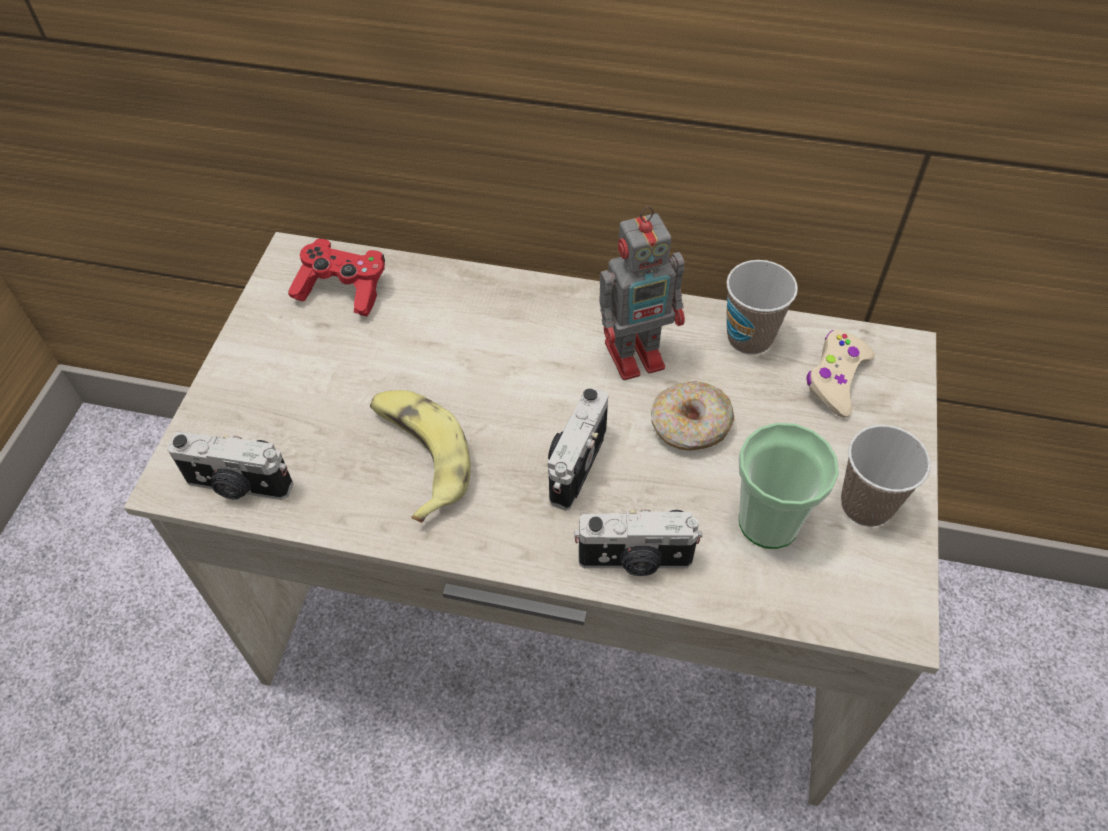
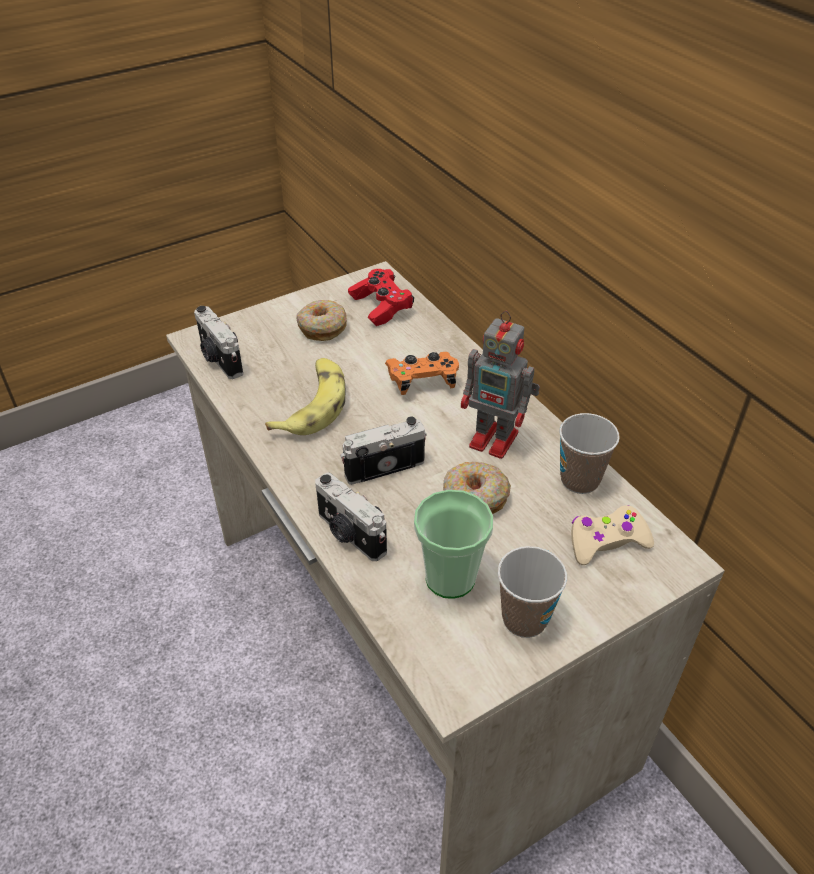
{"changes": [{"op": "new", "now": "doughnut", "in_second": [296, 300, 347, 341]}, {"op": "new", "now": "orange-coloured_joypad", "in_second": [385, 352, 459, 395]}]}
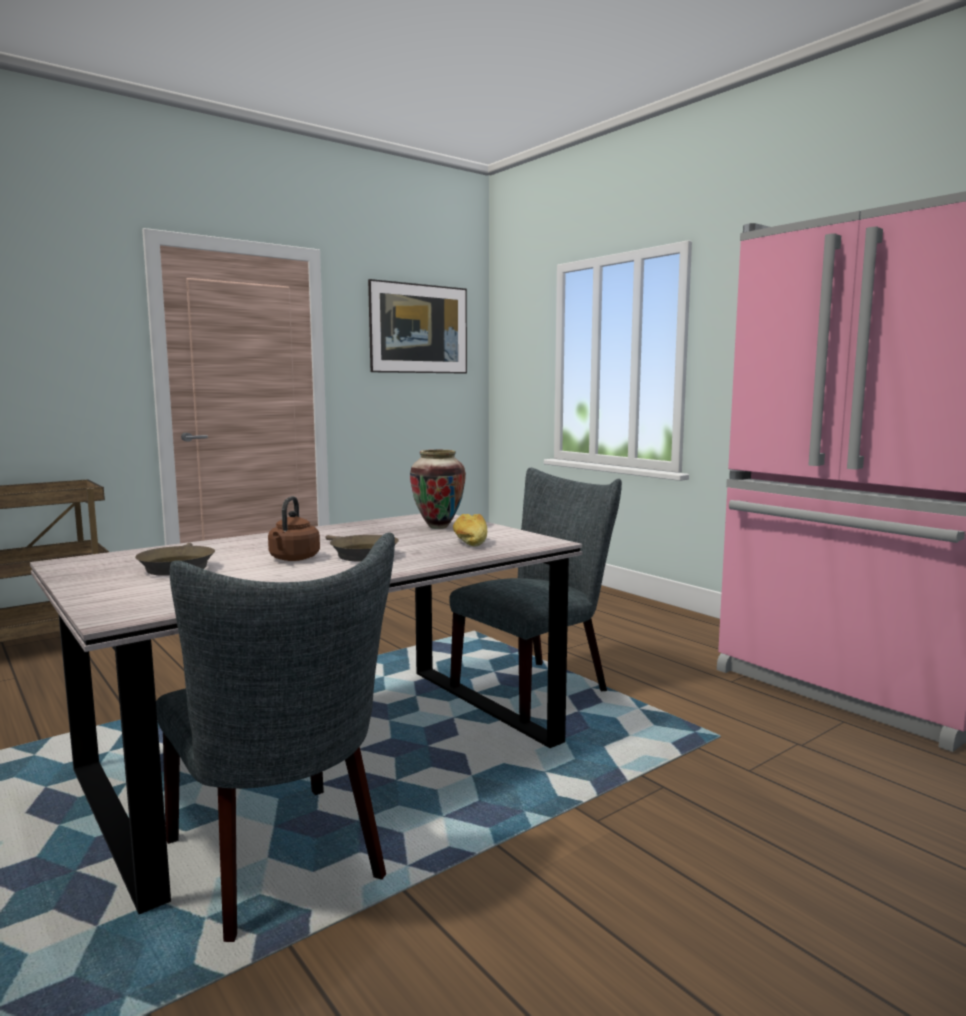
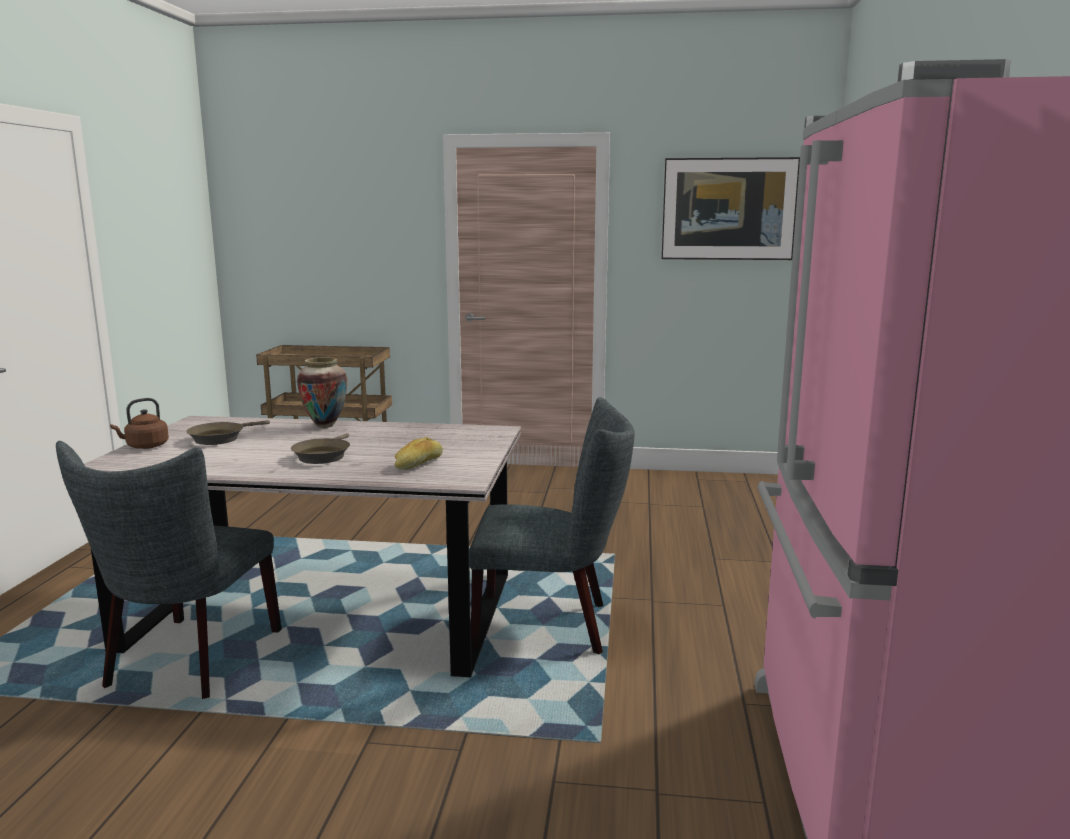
{"changes": [{"op": "shifted", "was": "brownish_tea_kettle", "in_first": [268, 496, 320, 561], "in_second": [110, 398, 169, 449]}, {"op": "shifted", "was": "vase", "in_first": [410, 450, 466, 529], "in_second": [297, 357, 347, 428]}]}
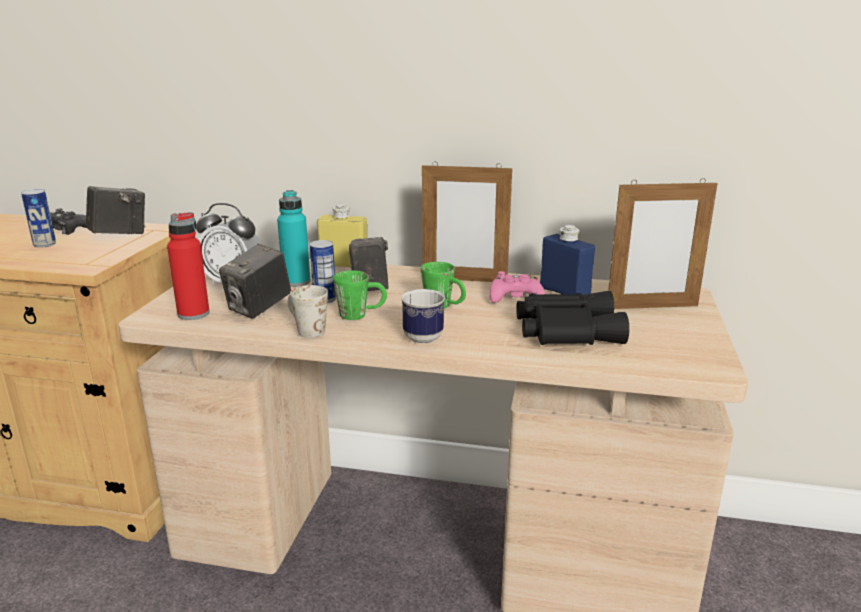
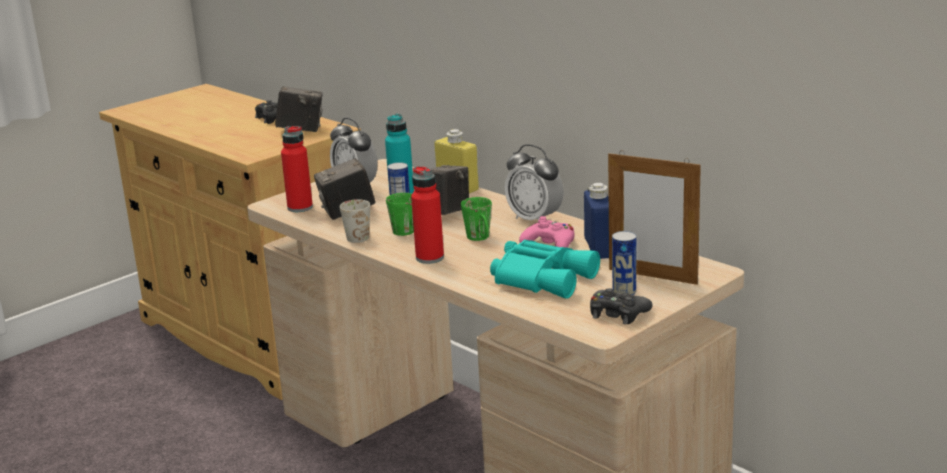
{"changes": [{"op": "swapped", "was": "coffee_mug", "now": "reddish_bottle", "in_first": [401, 289, 445, 344], "in_second": [411, 166, 444, 264]}, {"op": "repainted", "was": "black-coloured_field_glasses", "now": "turquoise-coloured_field_glasses", "in_first": [516, 291, 629, 345], "in_second": [490, 240, 600, 299]}, {"op": "swapped", "was": "photo_frame", "now": "bedside_clock", "in_first": [422, 161, 512, 282], "in_second": [505, 144, 564, 220]}, {"op": "new", "now": "black-coloured_joypad", "in_second": [590, 288, 653, 324]}, {"op": "shifted", "was": "sealed_can", "in_first": [21, 189, 56, 248], "in_second": [612, 231, 636, 296]}]}
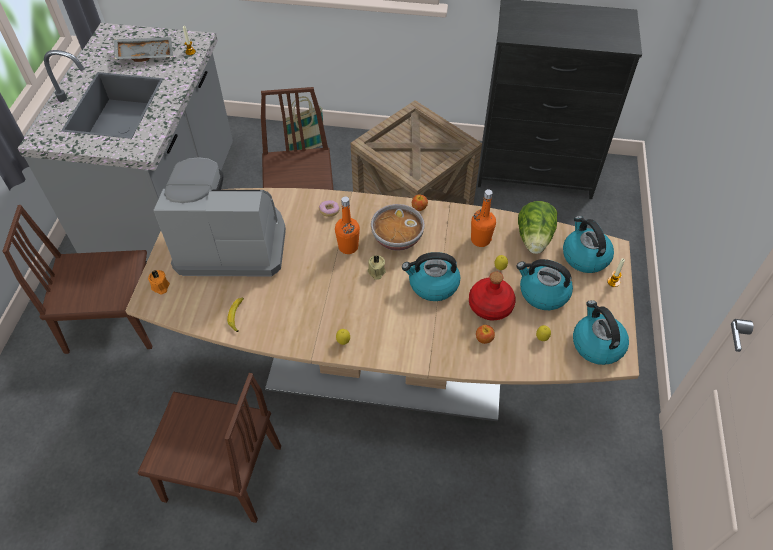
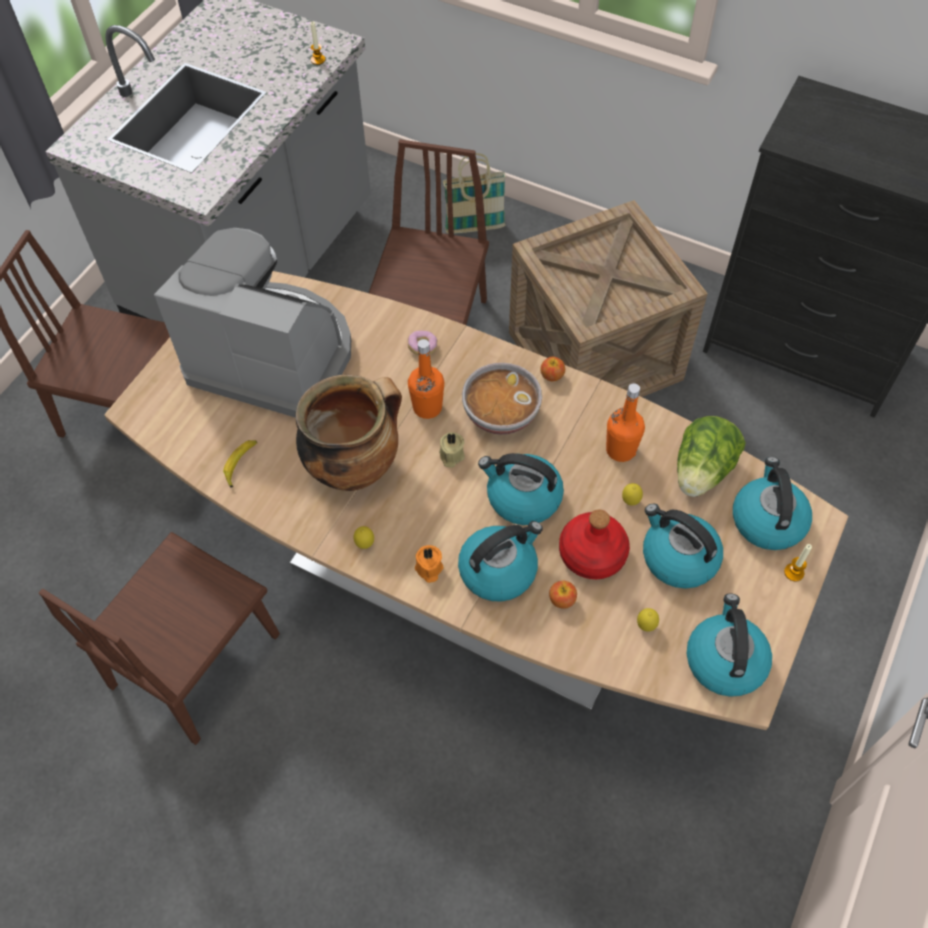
{"changes": [{"op": "rotated", "was": "brownish_plain_chair", "in_first": [137, 373, 281, 523], "in_second": [39, 532, 280, 745], "clockwise": 90}, {"op": "new", "now": "stockpot", "in_second": [295, 375, 402, 491]}, {"op": "shifted", "was": "orange-coloured_wax_light", "in_first": [148, 270, 170, 295], "in_second": [415, 545, 444, 583]}, {"op": "new", "now": "tea_kettle", "in_second": [458, 521, 543, 602]}, {"op": "gone", "was": "greyish_serving_tray", "in_first": [114, 37, 173, 62]}]}
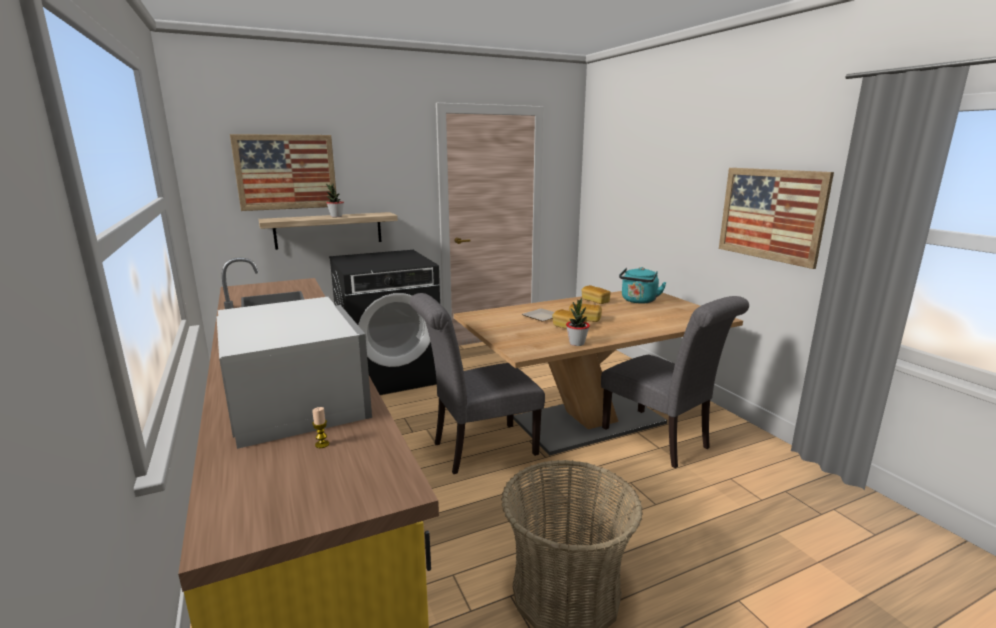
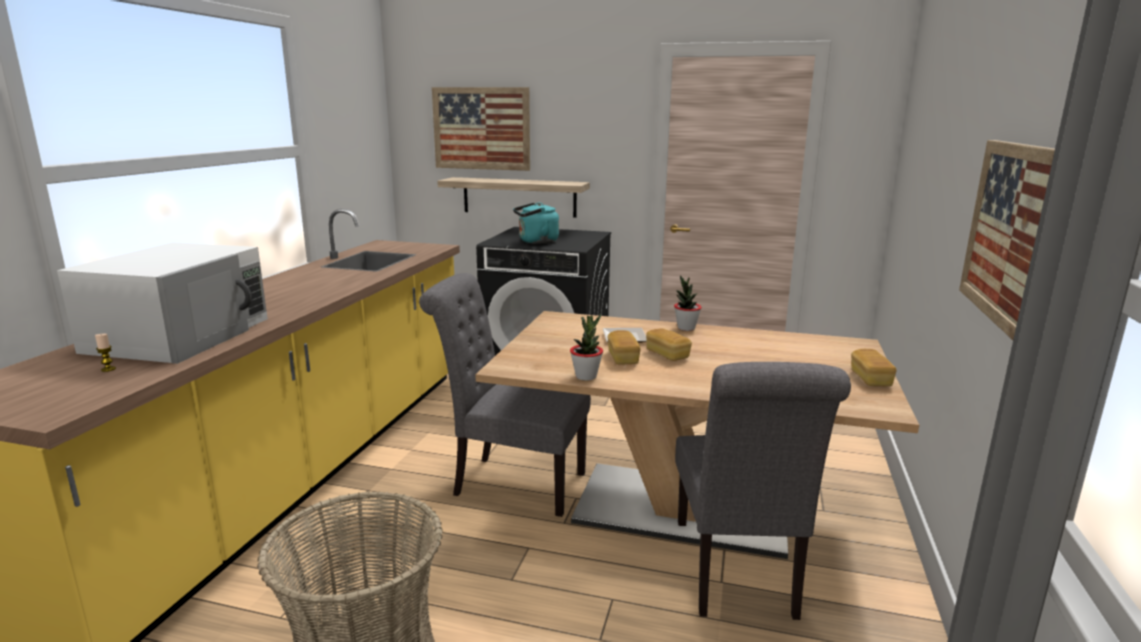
{"changes": [{"op": "shifted", "was": "turquoise-coloured_tea_kettle", "in_first": [619, 267, 667, 304], "in_second": [513, 202, 559, 244]}, {"op": "shifted", "was": "potted_plant", "in_first": [326, 183, 344, 217], "in_second": [674, 275, 702, 331]}, {"op": "shifted", "was": "bread", "in_first": [581, 285, 611, 304], "in_second": [851, 349, 897, 386]}]}
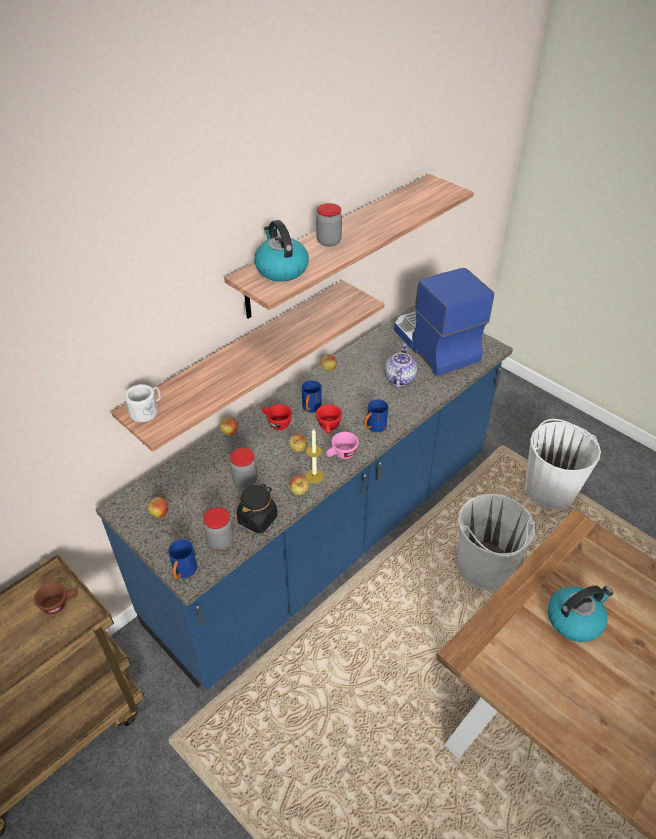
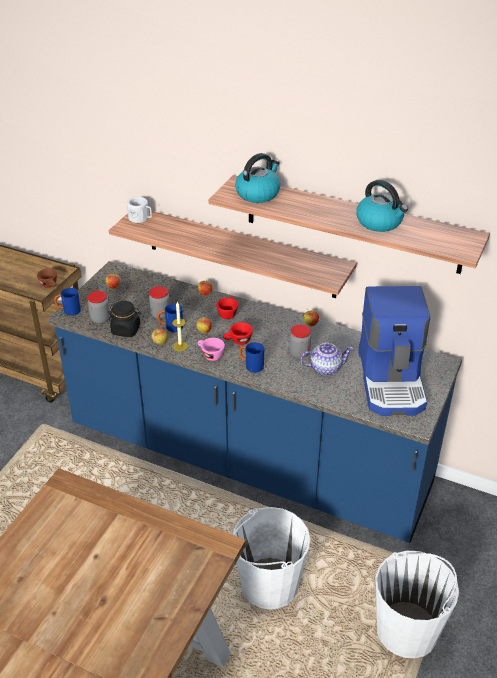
{"changes": [{"op": "shifted", "was": "blue_coffee_mug", "in_first": [302, 380, 322, 413], "in_second": [158, 304, 183, 332]}, {"op": "shifted", "was": "storage_jar", "in_first": [316, 203, 342, 247], "in_second": [289, 324, 311, 359]}, {"op": "shifted", "was": "tea_kettle", "in_first": [548, 585, 613, 642], "in_second": [356, 180, 408, 232]}, {"op": "rotated", "was": "coffee_machine", "in_first": [394, 268, 494, 376], "in_second": [358, 286, 430, 416], "clockwise": 135}]}
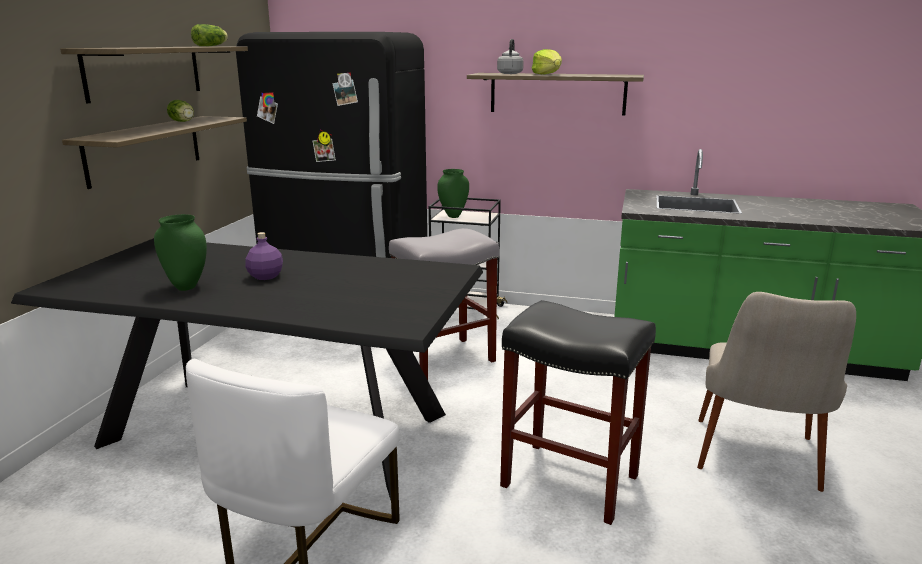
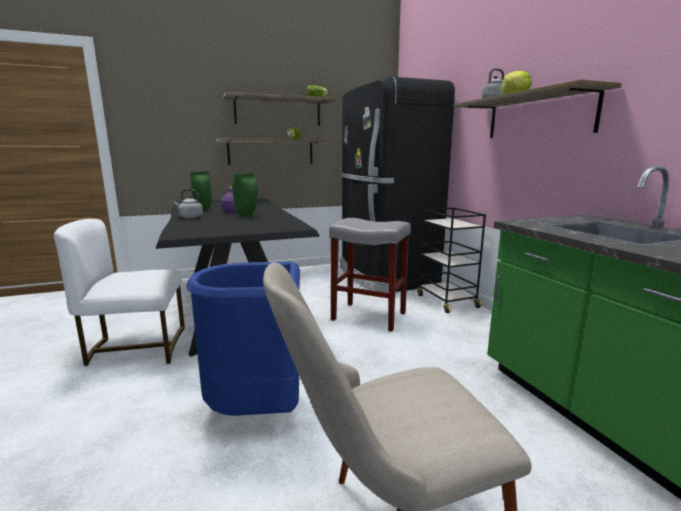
{"changes": [{"op": "new", "now": "greyish_tea_kettle", "in_second": [174, 189, 203, 219]}, {"op": "swapped", "was": "black-coloured_stool_seat", "now": "blue_waste_bin", "in_first": [500, 300, 656, 525], "in_second": [186, 261, 300, 416]}, {"op": "shifted", "was": "greenish_vase", "in_first": [437, 169, 469, 218], "in_second": [232, 173, 258, 217]}]}
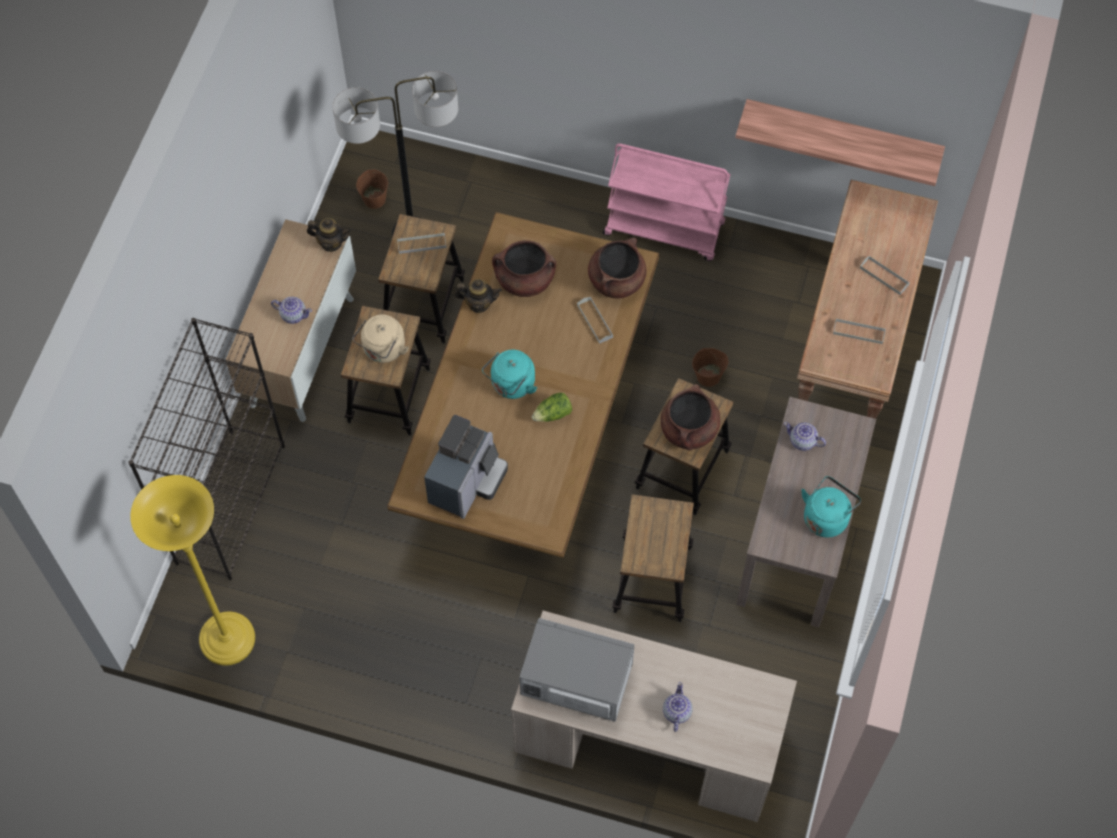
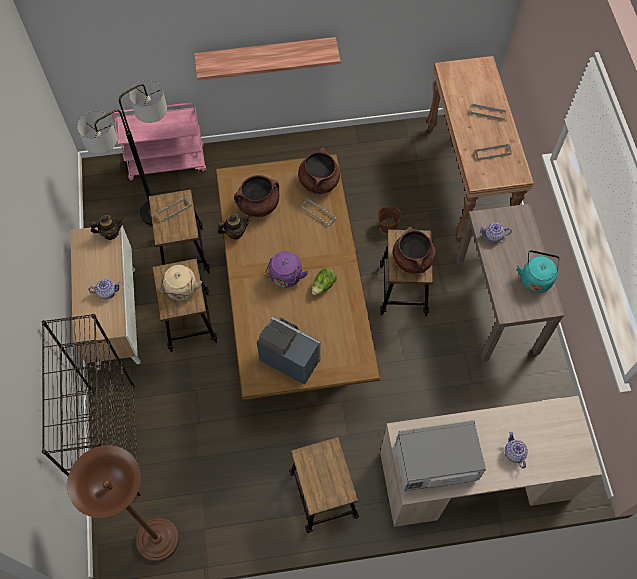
{"changes": [{"op": "repainted", "was": "yellowish_standing_lamp", "now": "brownish_standing_lamp", "in_first": [130, 475, 255, 666], "in_second": [67, 445, 179, 562]}, {"op": "shifted", "was": "pink_cart", "in_first": [602, 143, 731, 261], "in_second": [112, 103, 206, 181]}, {"op": "shifted", "was": "wall_shelf", "in_first": [735, 99, 945, 186], "in_second": [194, 37, 341, 81]}, {"op": "rotated", "was": "coffee_machine", "in_first": [424, 415, 508, 519], "in_second": [257, 317, 321, 385], "clockwise": -60}, {"op": "repainted", "was": "turquoise-coloured_tea_kettle", "now": "purple_tea_kettle", "in_first": [482, 350, 537, 399], "in_second": [265, 251, 308, 288]}, {"op": "shifted", "was": "stool_seat", "in_first": [612, 494, 694, 622], "in_second": [289, 437, 359, 533]}, {"op": "gone", "was": "brownish_water_bucket", "in_first": [356, 170, 388, 209]}]}
